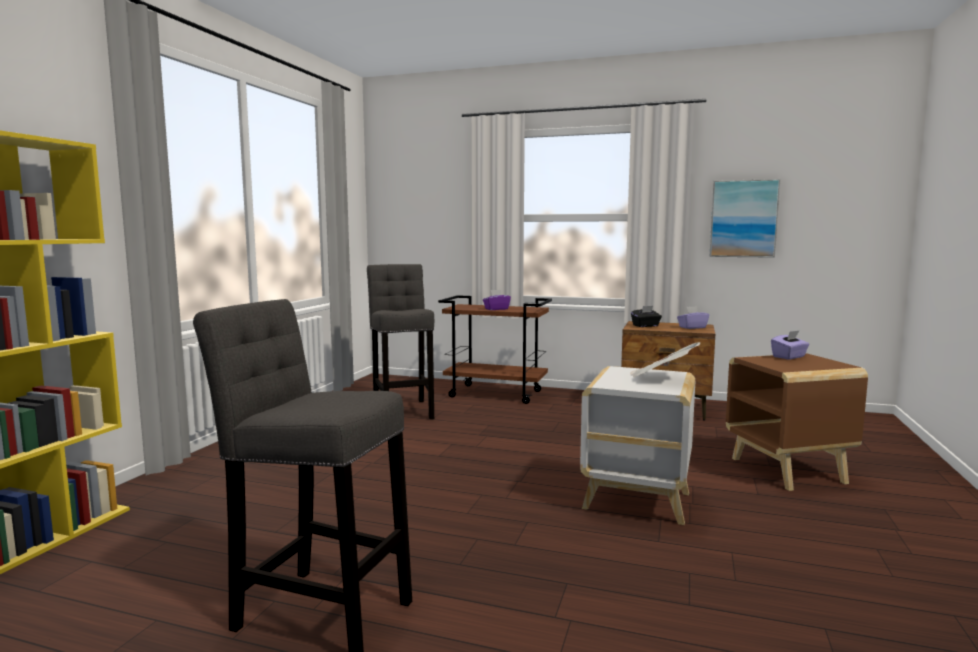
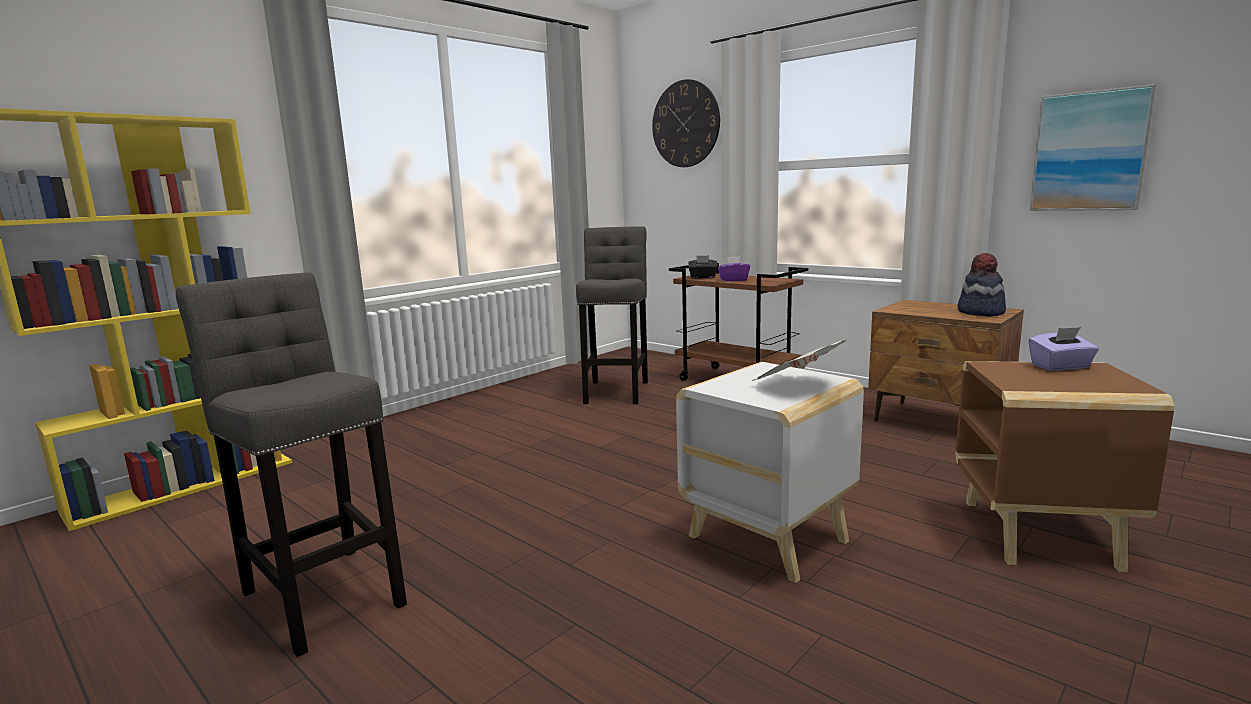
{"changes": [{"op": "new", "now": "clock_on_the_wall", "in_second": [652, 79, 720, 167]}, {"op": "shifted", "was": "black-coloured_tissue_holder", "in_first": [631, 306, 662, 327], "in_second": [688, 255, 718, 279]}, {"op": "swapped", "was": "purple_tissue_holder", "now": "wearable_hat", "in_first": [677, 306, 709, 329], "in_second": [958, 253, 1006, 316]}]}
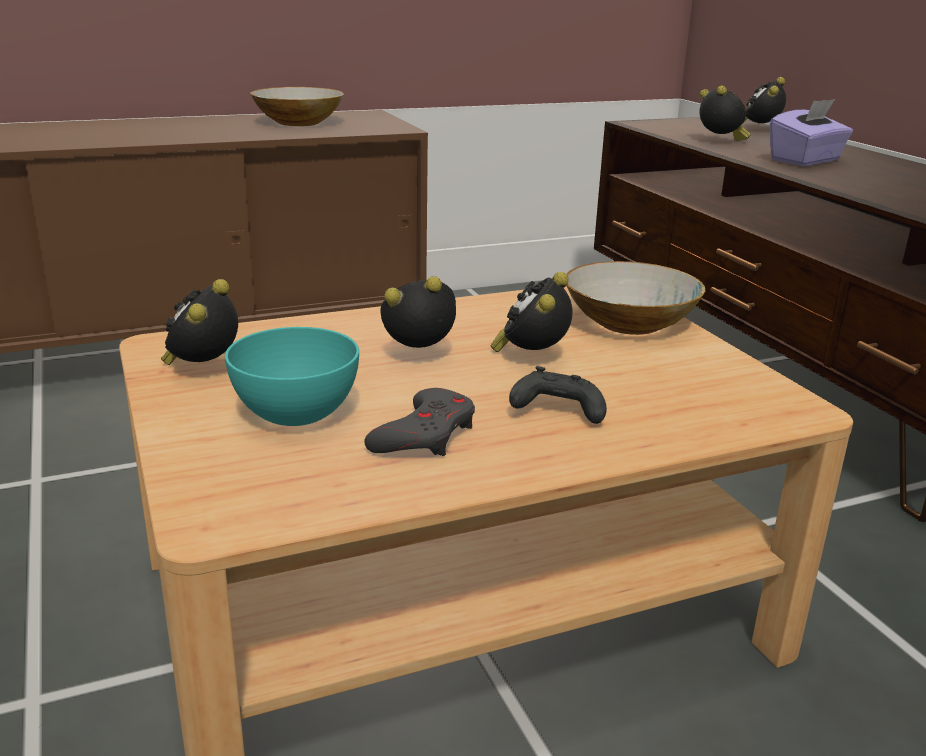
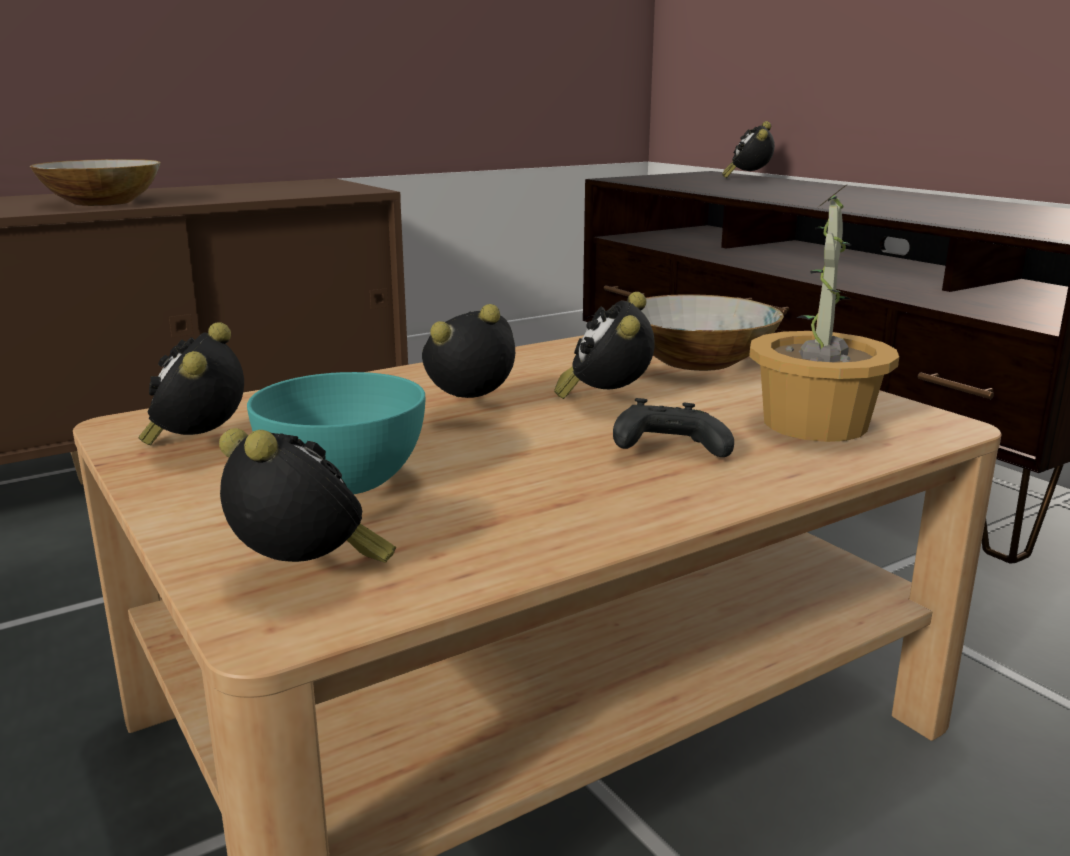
{"changes": [{"op": "shifted", "was": "serving_bowl", "in_first": [250, 87, 344, 126], "in_second": [30, 159, 161, 206]}, {"op": "shifted", "was": "bedside_clock", "in_first": [699, 85, 751, 140], "in_second": [219, 428, 396, 563]}, {"op": "new", "now": "potted_plant", "in_second": [749, 184, 899, 442]}, {"op": "gone", "was": "greyish_joypad", "in_first": [364, 388, 475, 456]}, {"op": "gone", "was": "purple_tissue_holder", "in_first": [770, 99, 853, 166]}]}
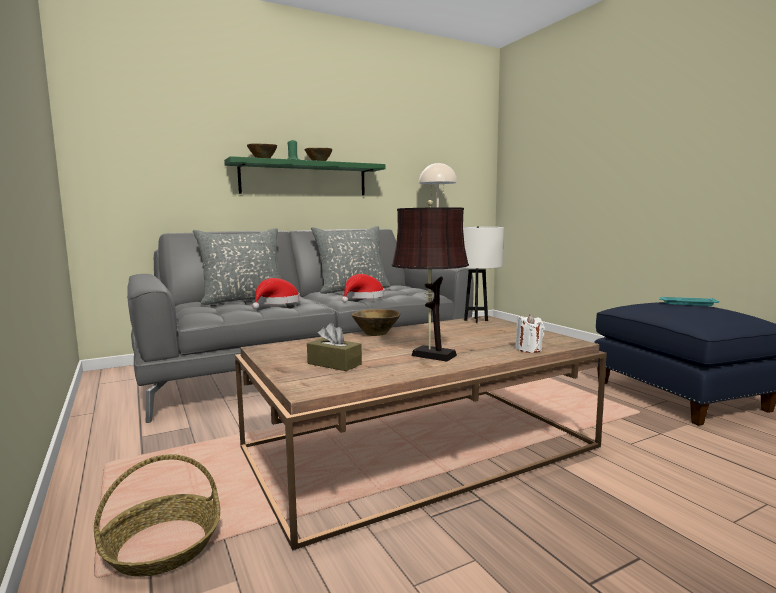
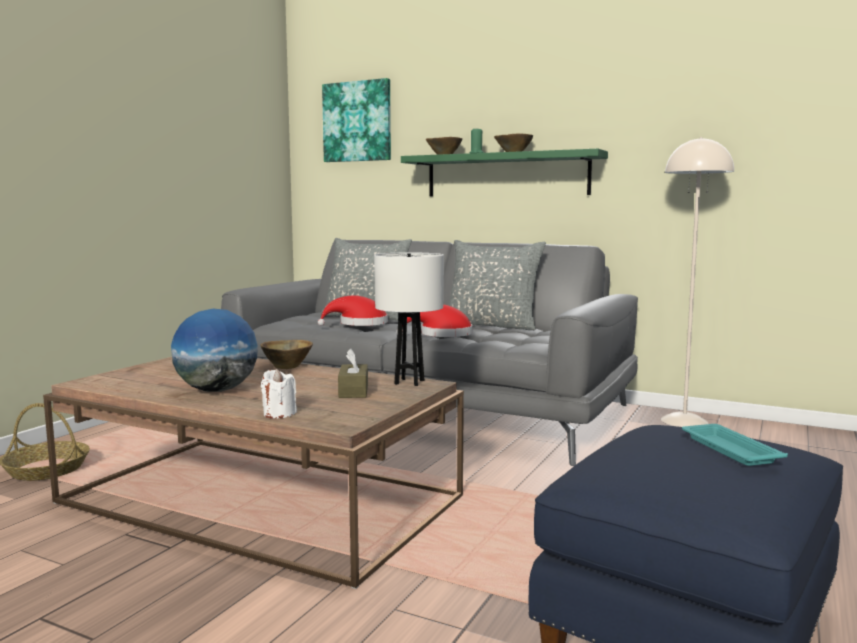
{"changes": [{"op": "swapped", "was": "brownish_tabletop_lamp", "now": "globe", "in_first": [392, 200, 469, 361], "in_second": [171, 309, 258, 392]}, {"op": "new", "now": "wall_picture", "in_second": [322, 78, 391, 162]}, {"op": "shifted", "was": "brownish_tissue_holder", "in_first": [307, 323, 362, 371], "in_second": [338, 349, 368, 398]}]}
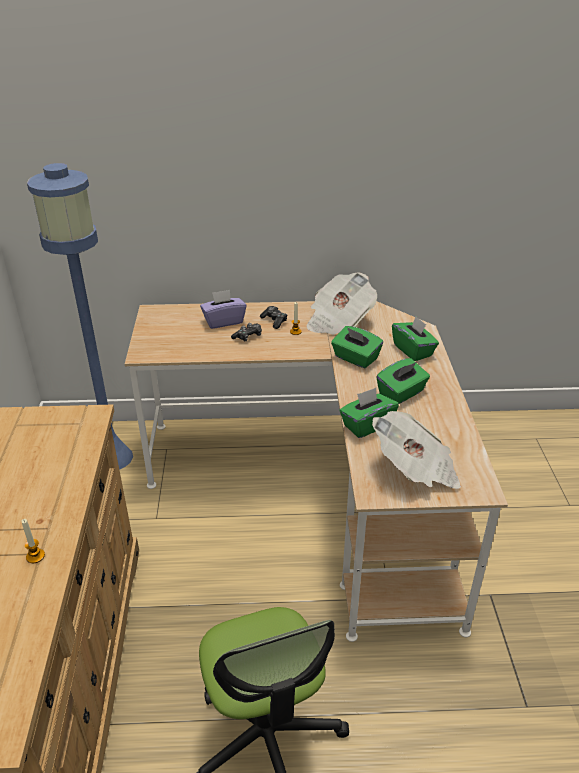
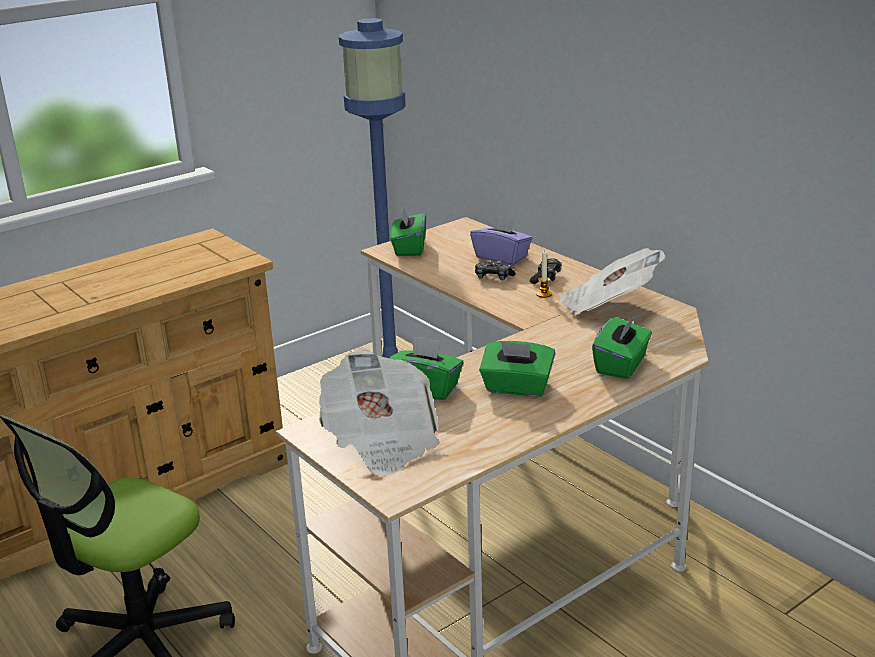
{"changes": [{"op": "shifted", "was": "greenish_tissue_holder", "in_first": [331, 326, 383, 368], "in_second": [390, 206, 426, 256]}, {"op": "gone", "was": "wax_light", "in_first": [22, 519, 45, 563]}]}
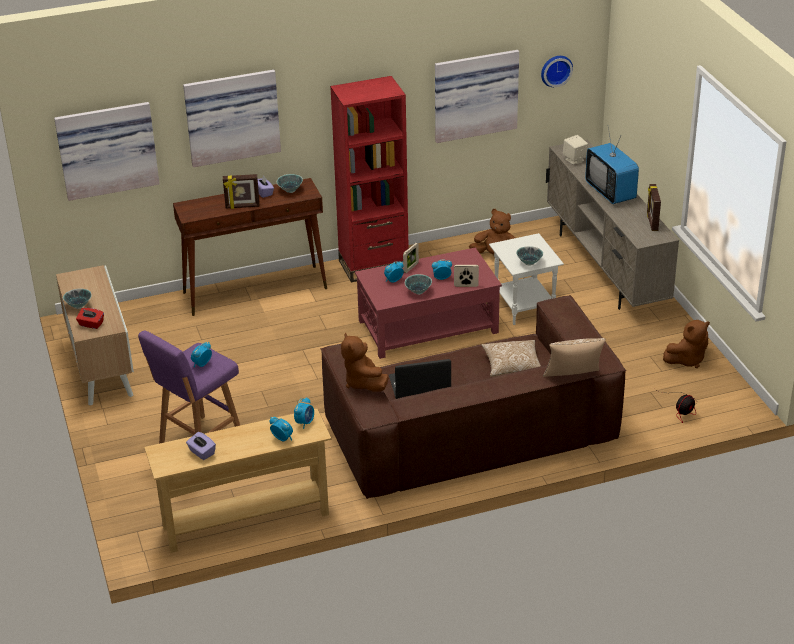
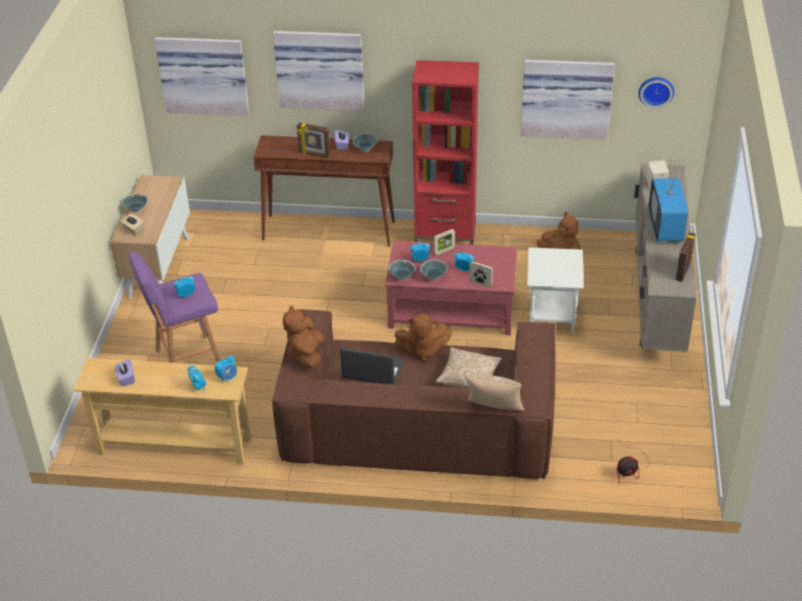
{"changes": [{"op": "repainted", "was": "reddish_tissue_holder", "now": "beige_tissue_holder", "in_first": [76, 308, 104, 329], "in_second": [121, 213, 144, 235]}, {"op": "shifted", "was": "serving_bowl", "in_first": [516, 246, 543, 265], "in_second": [389, 260, 416, 280]}, {"op": "shifted", "was": "brownish_cuddly_toy", "in_first": [663, 320, 710, 368], "in_second": [394, 313, 451, 362]}]}
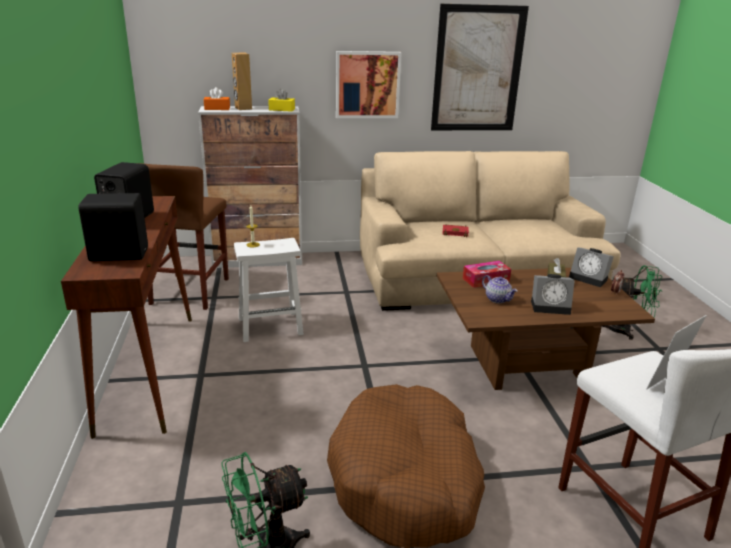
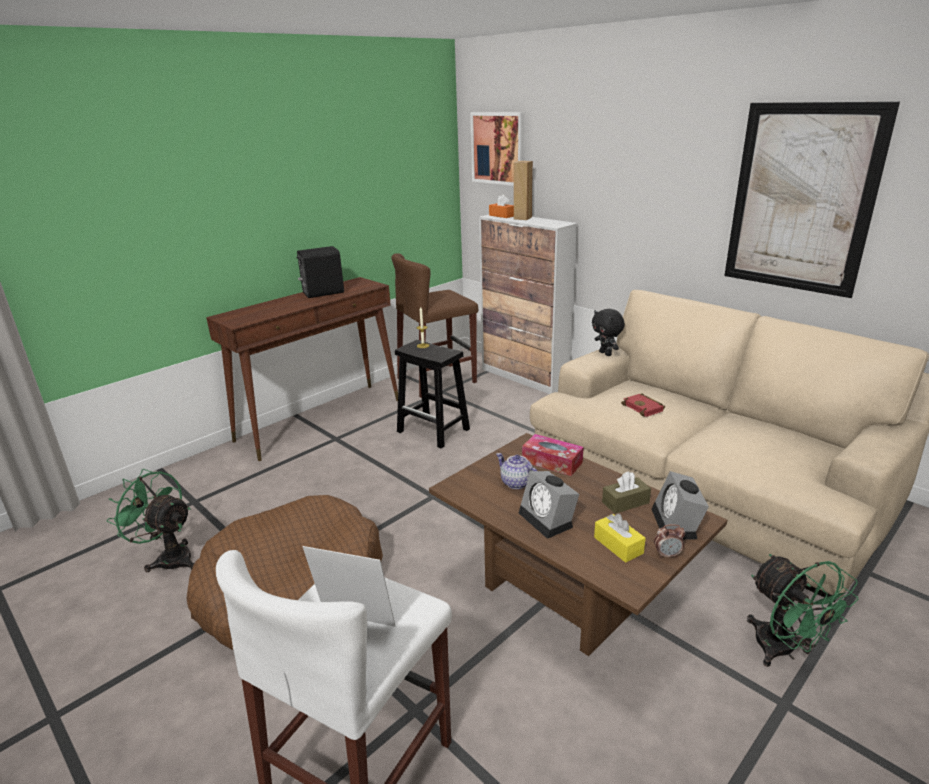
{"changes": [{"op": "repainted", "was": "white-coloured_stool_seat", "now": "black-coloured_stool_seat", "in_first": [234, 238, 304, 342], "in_second": [395, 340, 470, 448]}, {"op": "shifted", "was": "wall_picture", "in_first": [336, 51, 402, 118], "in_second": [470, 112, 524, 186]}, {"op": "rotated", "was": "teapot", "in_first": [482, 275, 518, 303], "in_second": [496, 453, 537, 489], "clockwise": 120}, {"op": "new", "now": "black-coloured_cuddly_toy", "in_second": [592, 309, 625, 356]}, {"op": "shifted", "was": "yellowish_tissue_holder", "in_first": [268, 89, 295, 112], "in_second": [594, 513, 646, 563]}, {"op": "gone", "was": "black-coloured_speaker", "in_first": [78, 193, 148, 261]}]}
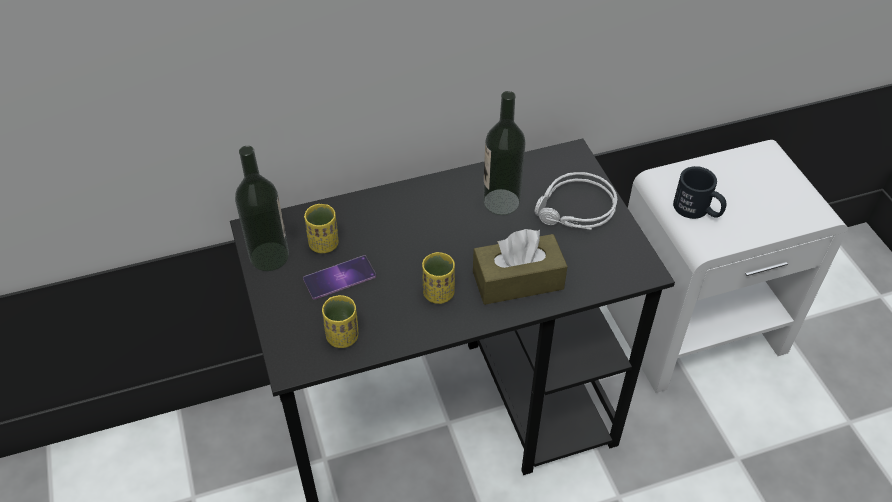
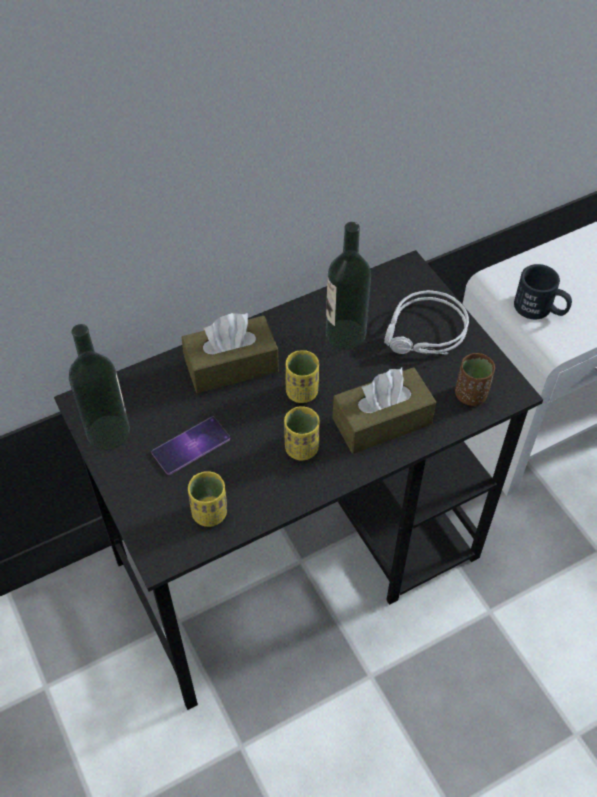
{"changes": [{"op": "new", "now": "brownish_tissue_holder", "in_second": [181, 313, 279, 393]}, {"op": "shifted", "was": "yellowish_small_cup", "in_first": [304, 204, 338, 253], "in_second": [286, 350, 319, 403]}, {"op": "new", "now": "brownish_small_cup", "in_second": [455, 353, 495, 406]}]}
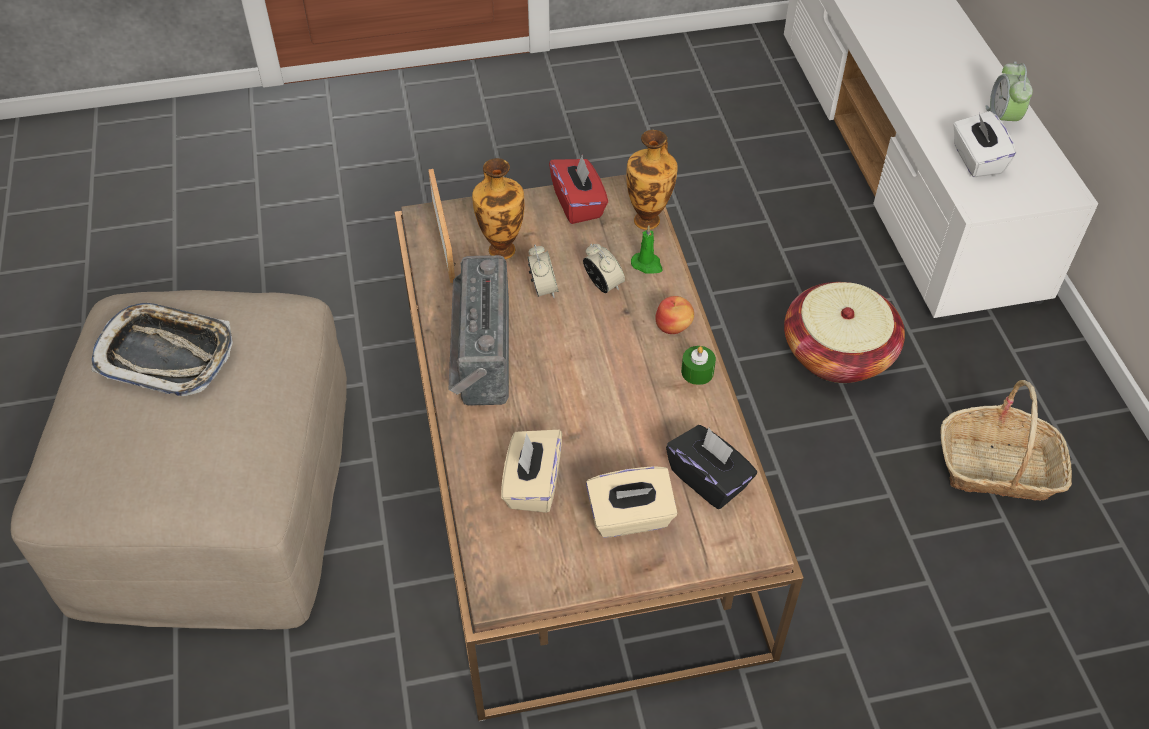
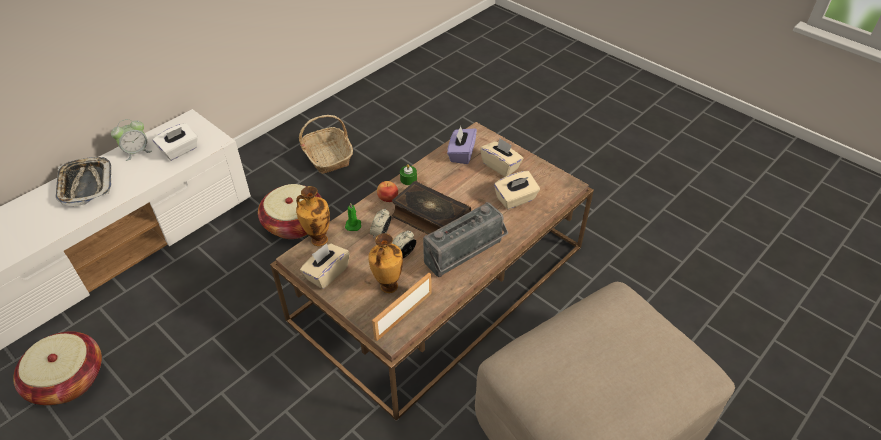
{"changes": [{"op": "new", "now": "storage_basket", "in_second": [13, 331, 102, 405]}, {"op": "shifted", "was": "serving_tray", "in_first": [91, 303, 233, 396], "in_second": [56, 157, 111, 206]}, {"op": "repainted", "was": "reddish_tissue_holder", "now": "beige_tissue_holder", "in_first": [549, 155, 608, 224], "in_second": [300, 243, 350, 289]}, {"op": "new", "now": "bound_book", "in_second": [392, 181, 471, 234]}, {"op": "repainted", "was": "black-coloured_tissue_holder", "now": "purple_tissue_holder", "in_first": [666, 425, 757, 509], "in_second": [447, 126, 477, 164]}]}
